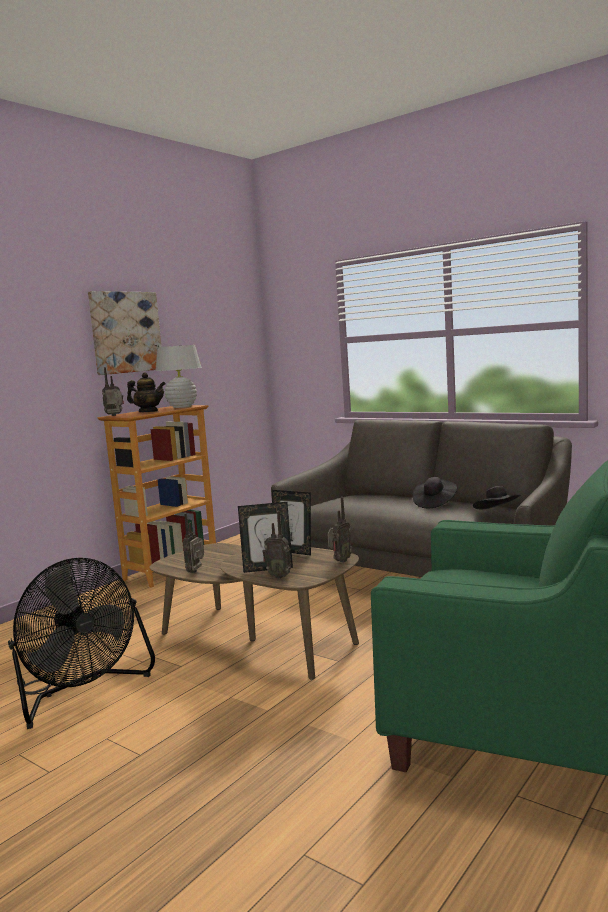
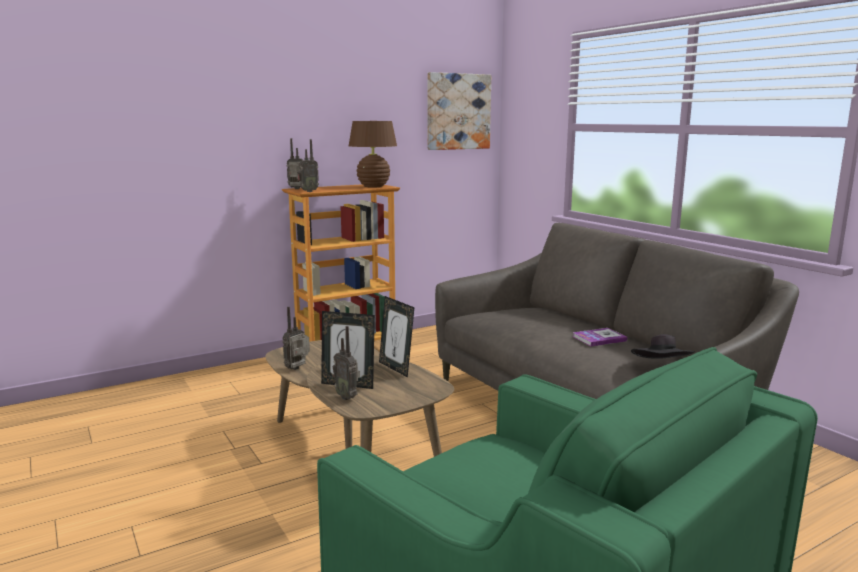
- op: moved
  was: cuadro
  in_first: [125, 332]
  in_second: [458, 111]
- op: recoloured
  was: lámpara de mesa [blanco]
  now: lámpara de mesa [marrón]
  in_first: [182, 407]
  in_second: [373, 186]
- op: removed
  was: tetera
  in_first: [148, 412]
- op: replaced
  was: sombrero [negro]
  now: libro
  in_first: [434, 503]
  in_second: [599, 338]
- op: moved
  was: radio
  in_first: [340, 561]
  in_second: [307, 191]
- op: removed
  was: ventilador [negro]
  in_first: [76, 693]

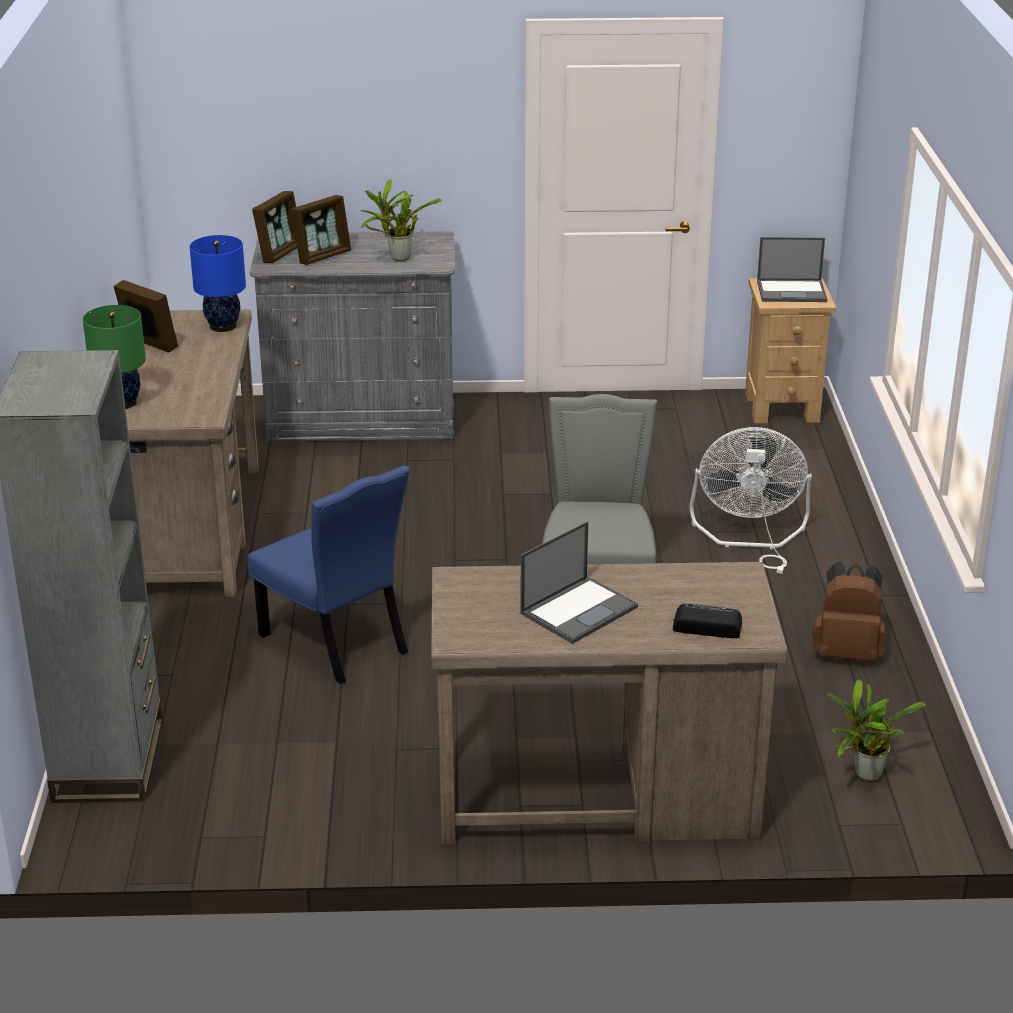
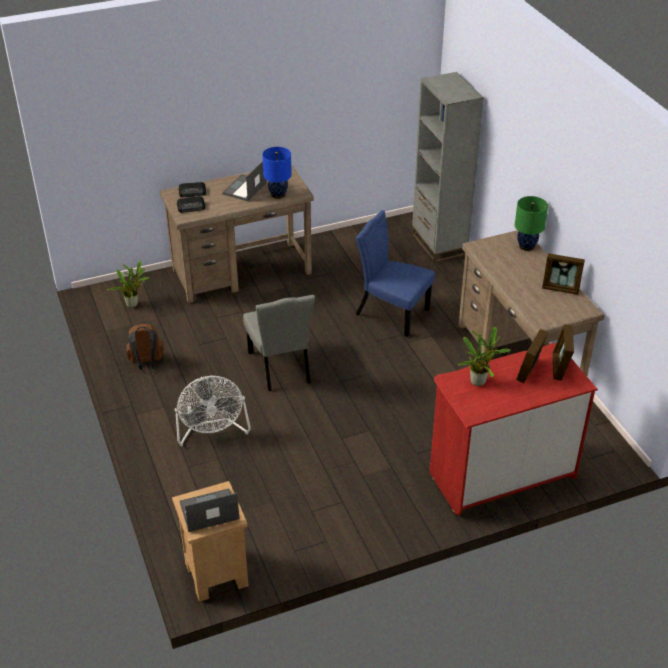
- op: recoloured
  was: cómoda [gris]
  now: cómoda [rojo]
  in_first: [362, 420]
  in_second: [500, 476]
- op: moved
  was: lámpara de mesa [azul]
  in_first: [222, 326]
  in_second: [278, 194]
- op: added
  now: radio
  in_second: [191, 207]

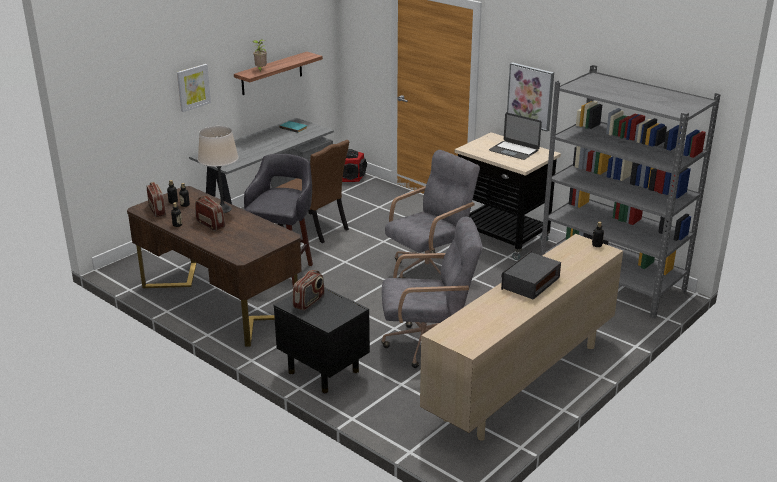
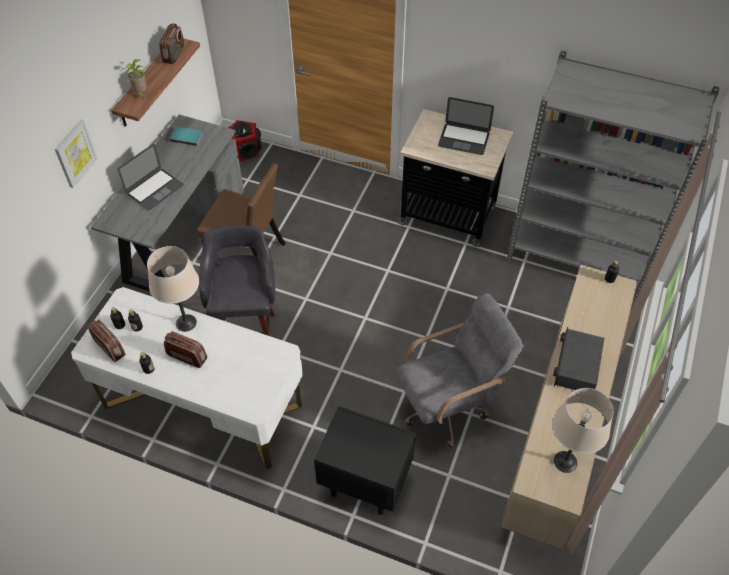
- op: removed
  was: cuadro
  in_first: [530, 96]
- op: removed
  was: silla de oficina [gris]
  in_first: [430, 270]
- op: recoloured
  was: escritorio [marrón]
  now: escritorio [blanco]
  in_first: [219, 301]
  in_second: [203, 405]
- op: moved
  was: radio
  in_first: [309, 302]
  in_second: [174, 54]
- op: added
  now: portátil
  in_second: [154, 189]
- op: added
  now: lámpara de mesa [beis]
  in_second: [565, 461]

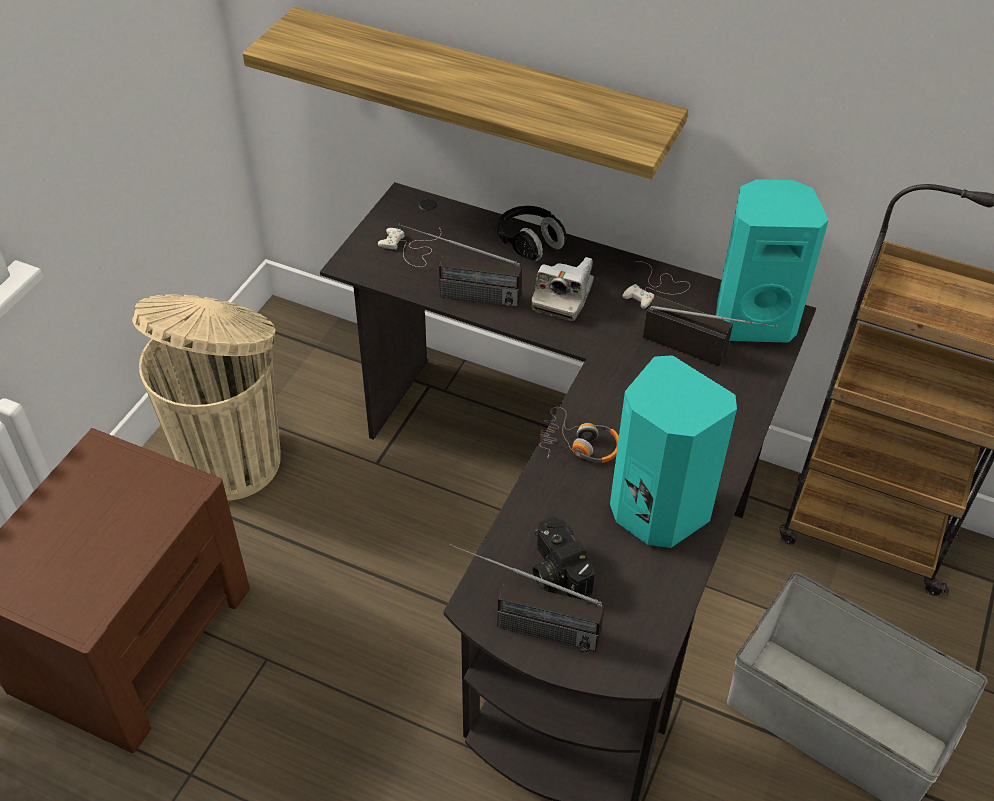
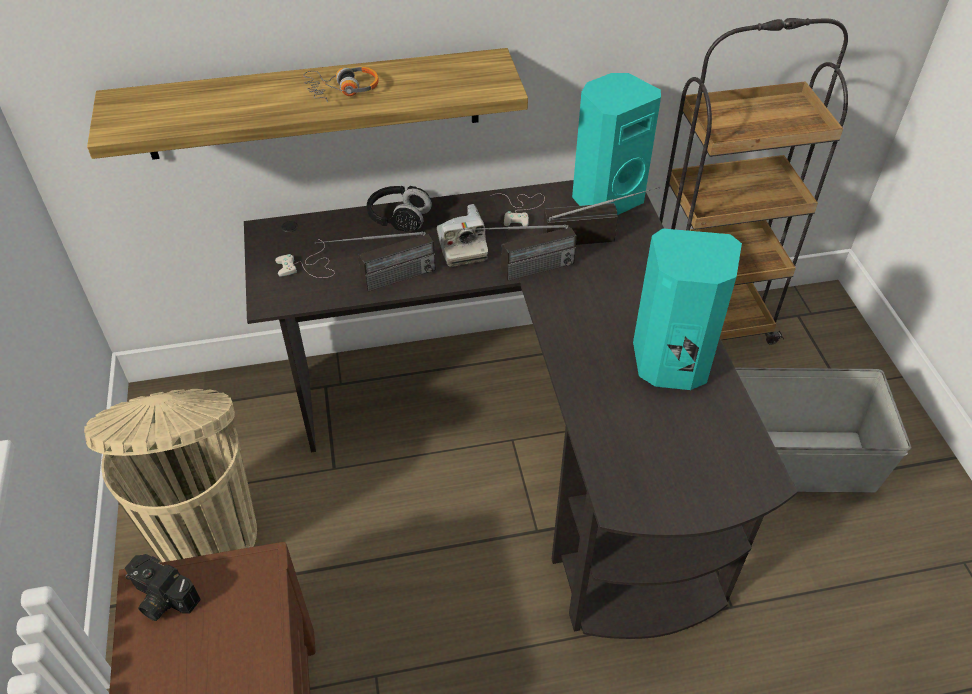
- op: moved
  was: auriculares
  in_first: [579, 445]
  in_second: [343, 90]
- op: moved
  was: cámara
  in_first: [555, 571]
  in_second: [160, 598]
- op: moved
  was: radio
  in_first: [521, 625]
  in_second: [520, 272]

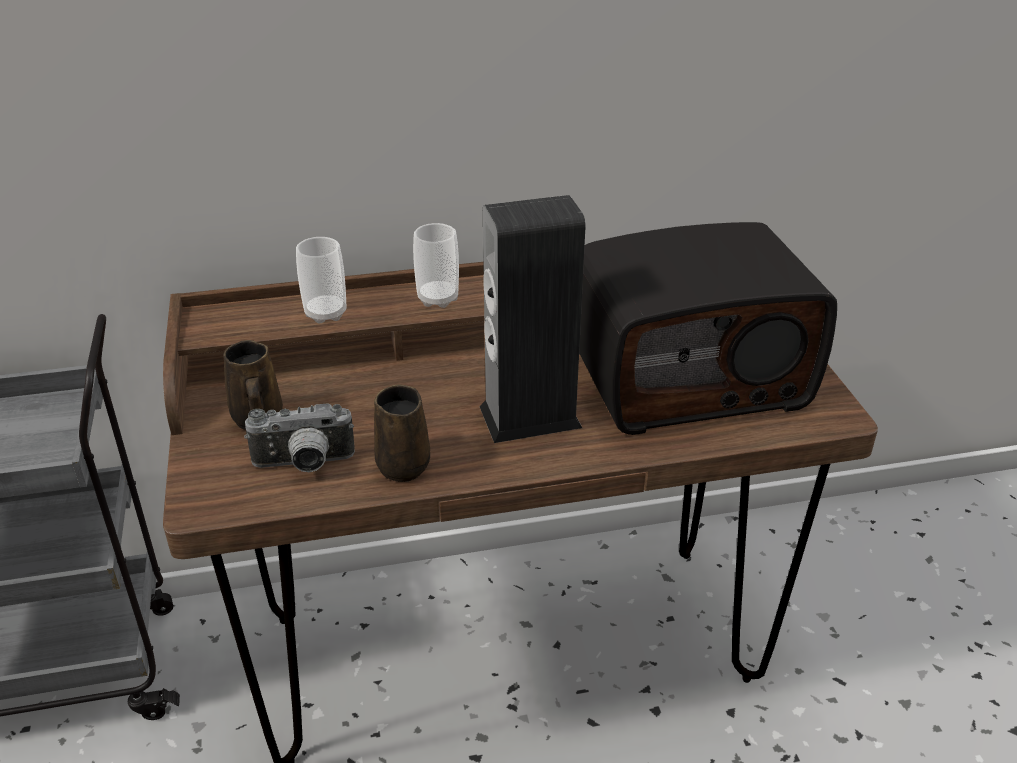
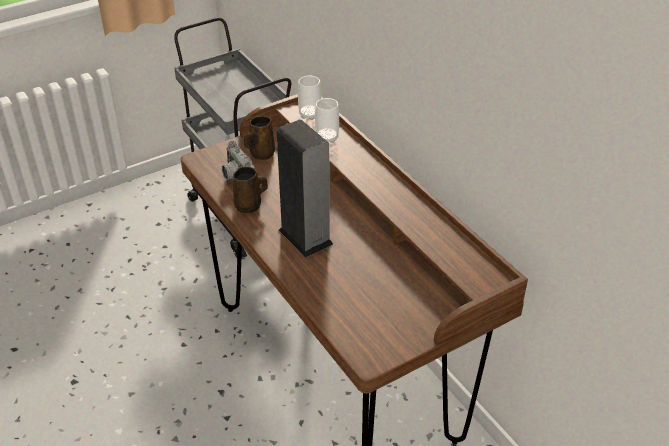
- op: removed
  was: radio
  in_first: [688, 377]
- op: moved
  was: taza
  in_first: [438, 299]
  in_second: [309, 114]

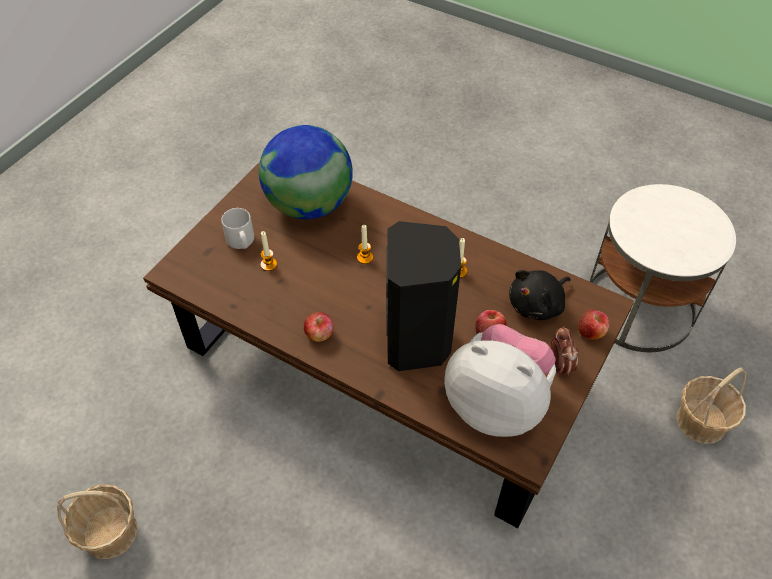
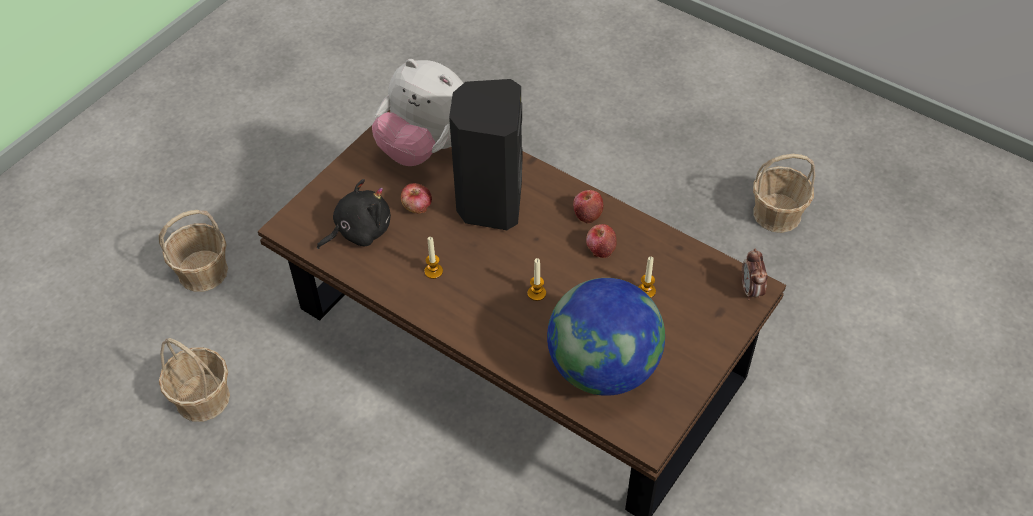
- op: replaced
  was: mesa auxiliar [blanco]
  now: cesta
  in_first: [639, 308]
  in_second: [202, 398]
- op: removed
  was: taza grande [gris]
  in_first: [241, 241]
- op: moved
  was: manzana
  in_first: [591, 332]
  in_second: [600, 249]
- op: moved
  was: despertador
  in_first: [559, 365]
  in_second: [751, 290]

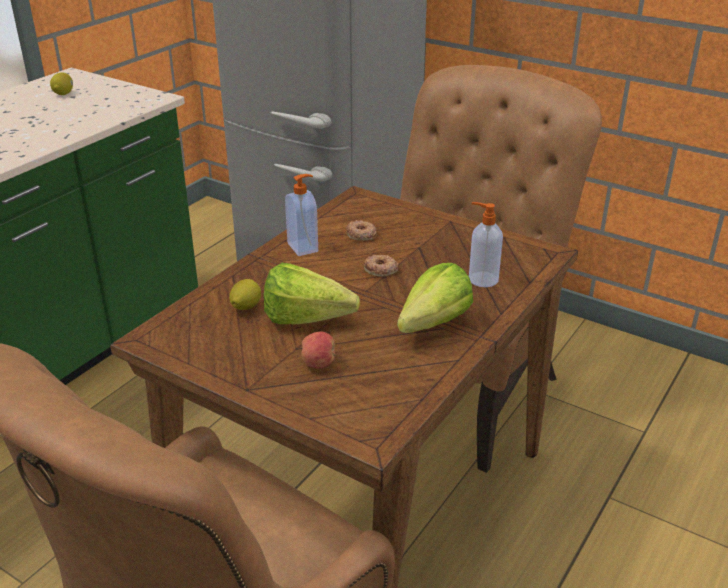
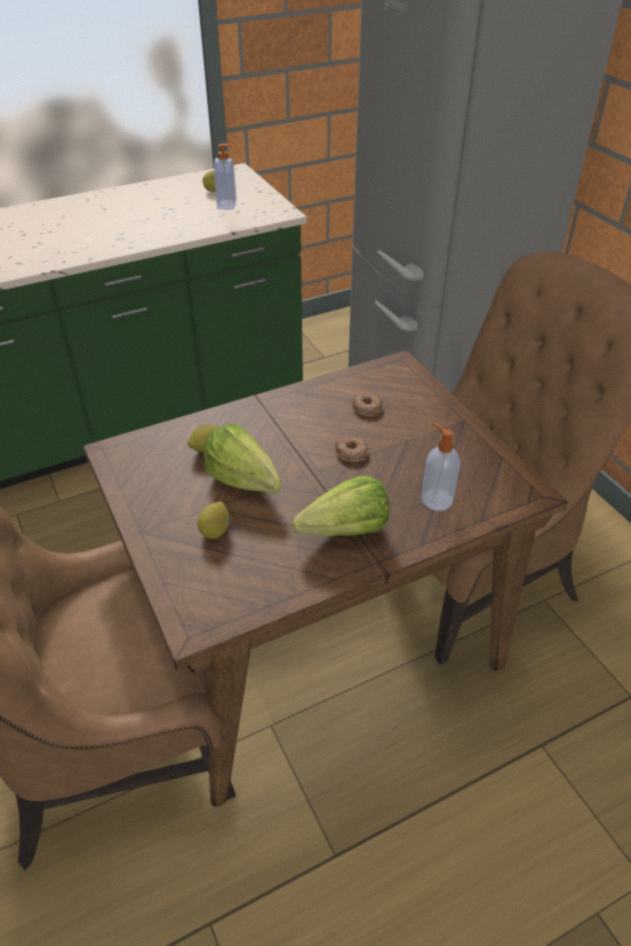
- op: moved
  was: dispensador de jabón
  in_first: [304, 247]
  in_second: [228, 205]
- op: replaced
  was: manzana
  now: limón
  in_first: [319, 363]
  in_second: [215, 531]

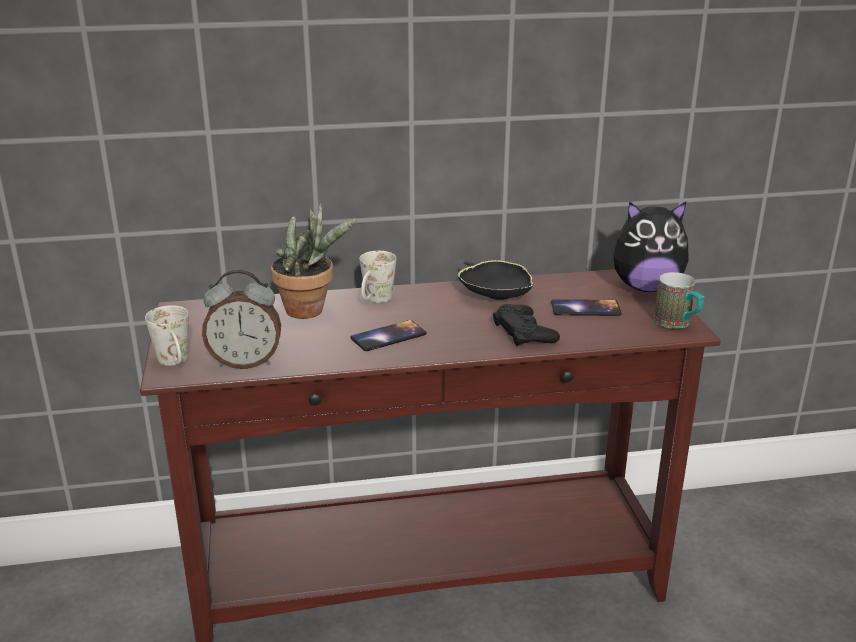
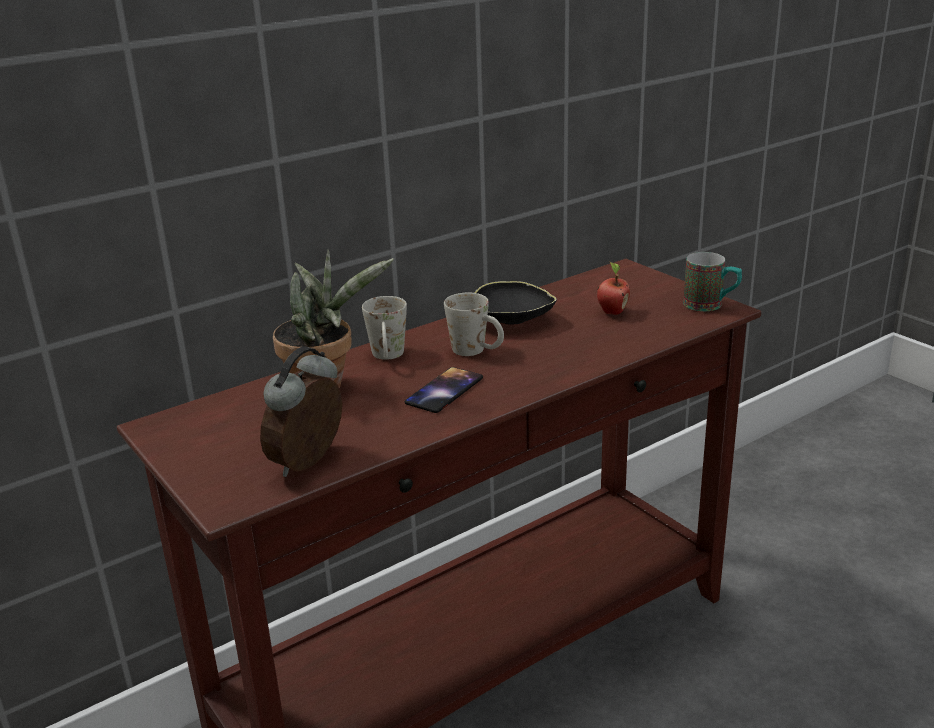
- op: removed
  was: peluche
  in_first: [645, 287]
- op: turned
  was: despertador
  in_first: [245, 362]
  in_second: [310, 464]
  clockwise: 150
- op: replaced
  was: móvil
  now: manzana
  in_first: [585, 308]
  in_second: [612, 312]
- op: removed
  was: mando de consola [negro]
  in_first: [524, 332]
- op: moved
  was: taza grande [blanco]
  in_first: [176, 363]
  in_second: [477, 351]

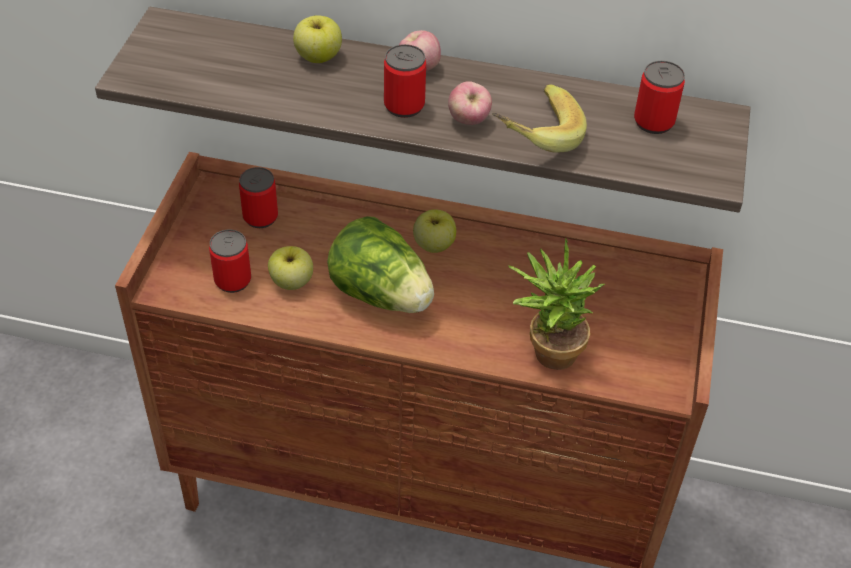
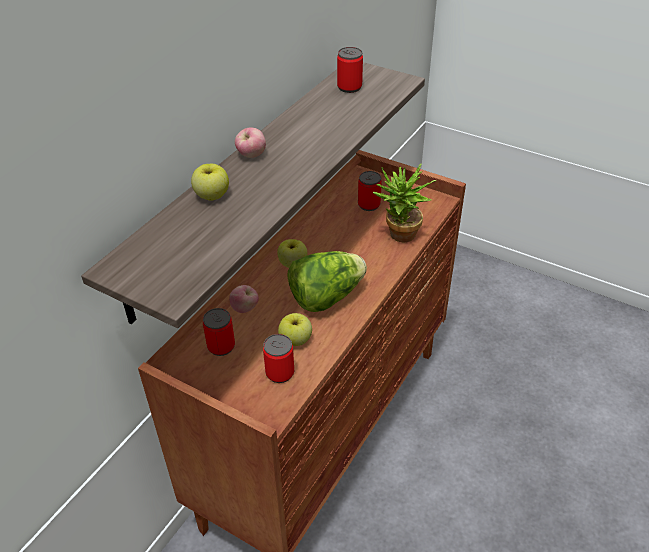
- op: moved
  was: lata
  in_first: [404, 106]
  in_second: [369, 205]
- op: moved
  was: manzana
  in_first: [468, 121]
  in_second: [245, 308]
- op: removed
  was: plátano
  in_first: [532, 136]

